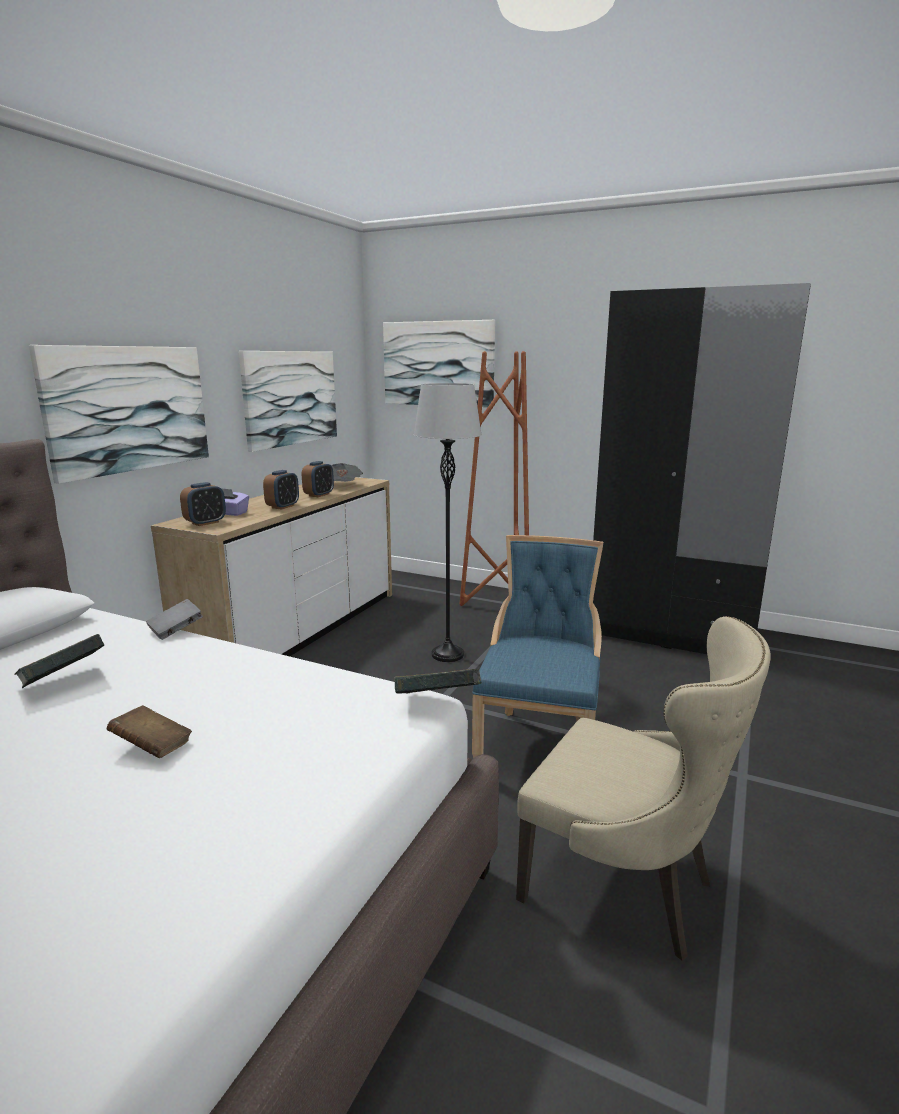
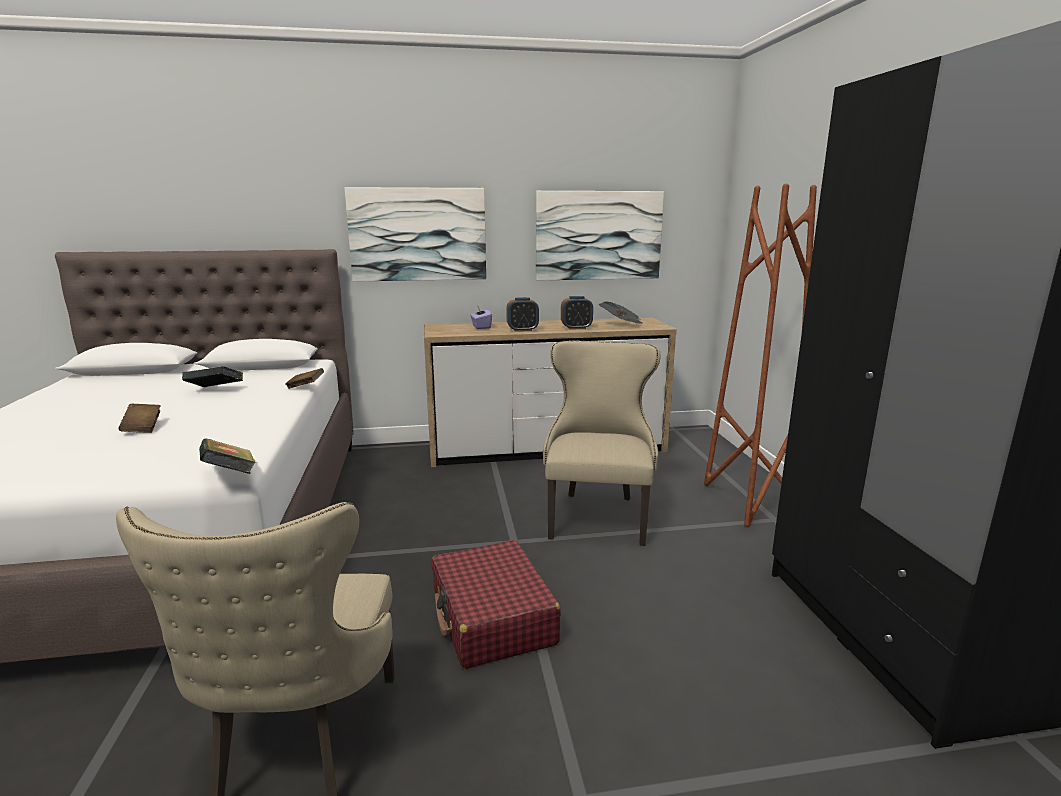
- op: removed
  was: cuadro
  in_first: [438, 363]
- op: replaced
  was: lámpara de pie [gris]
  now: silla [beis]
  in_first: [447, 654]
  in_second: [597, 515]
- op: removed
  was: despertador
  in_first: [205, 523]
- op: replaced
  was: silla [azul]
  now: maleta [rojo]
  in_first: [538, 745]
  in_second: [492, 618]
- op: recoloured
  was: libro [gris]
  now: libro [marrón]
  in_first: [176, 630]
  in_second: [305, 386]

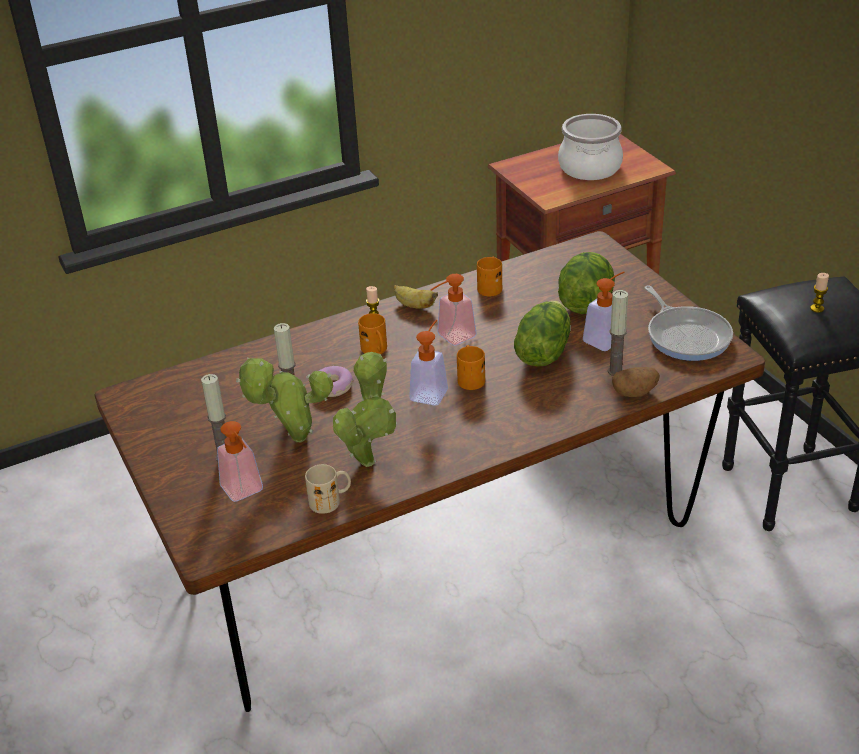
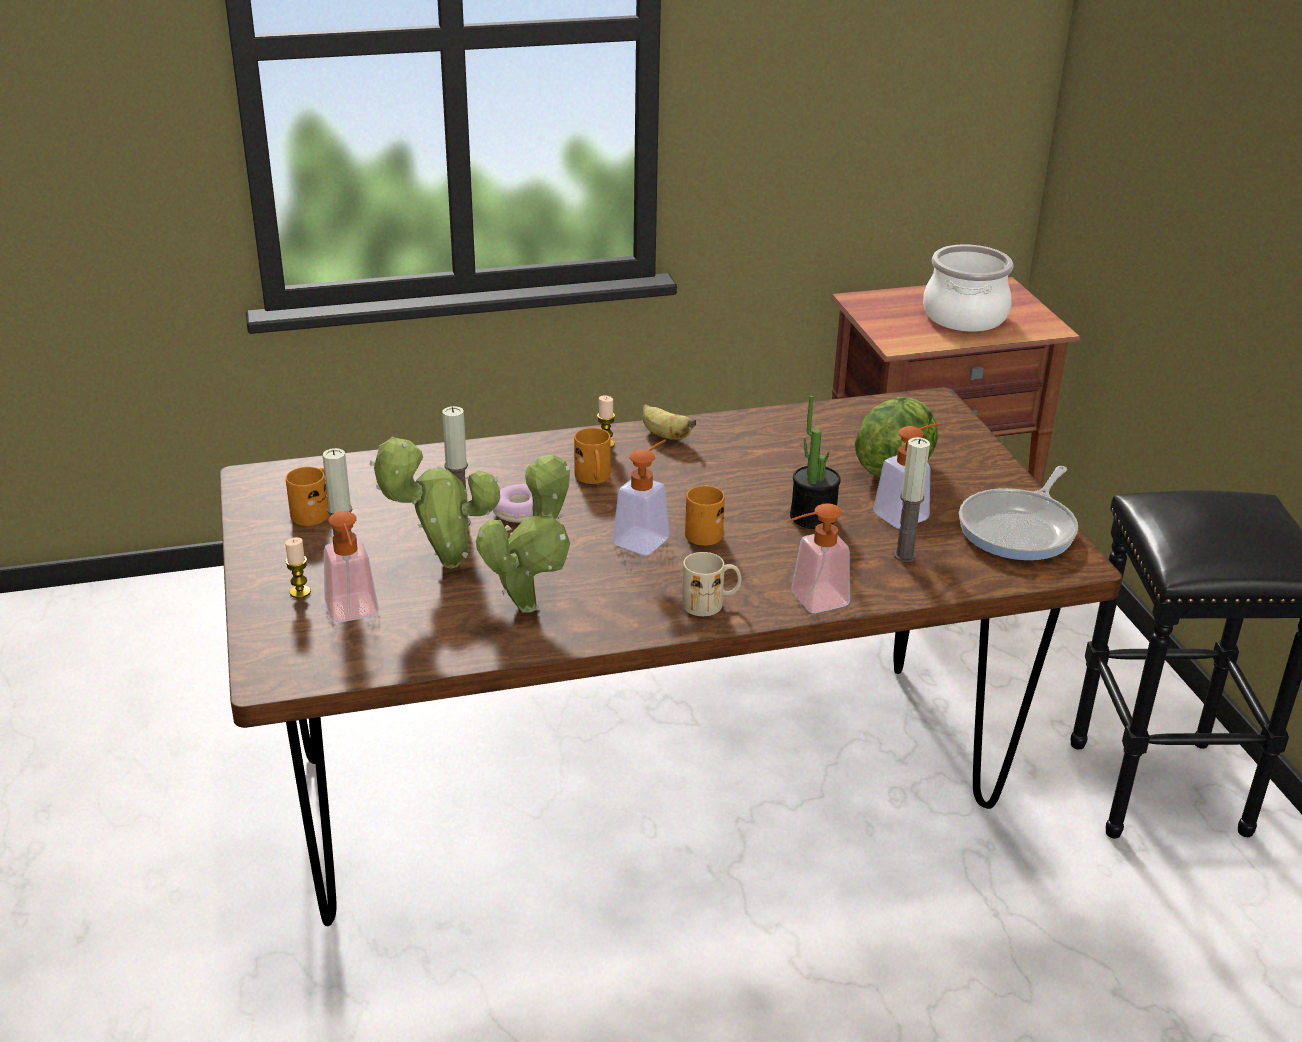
- op: moved
  was: taza grande [naranja]
  in_first: [490, 286]
  in_second: [314, 511]
- op: moved
  was: vela
  in_first: [817, 308]
  in_second: [300, 592]
- op: moved
  was: dispensador de jabón
  in_first: [451, 338]
  in_second: [810, 601]
- op: turned
  was: sartén
  in_first: [686, 336]
  in_second: [1020, 529]
  clockwise: 45
- op: replaced
  was: lechuga
  now: planta en maceta
  in_first: [542, 352]
  in_second: [813, 517]
- op: removed
  was: patata
  in_first: [634, 393]
- op: moved
  was: taza grande [beis]
  in_first: [330, 500]
  in_second: [711, 603]

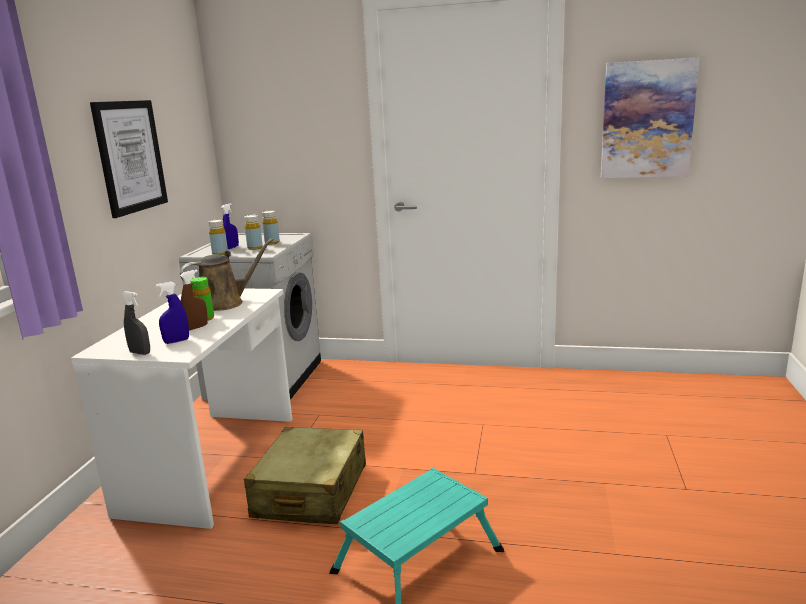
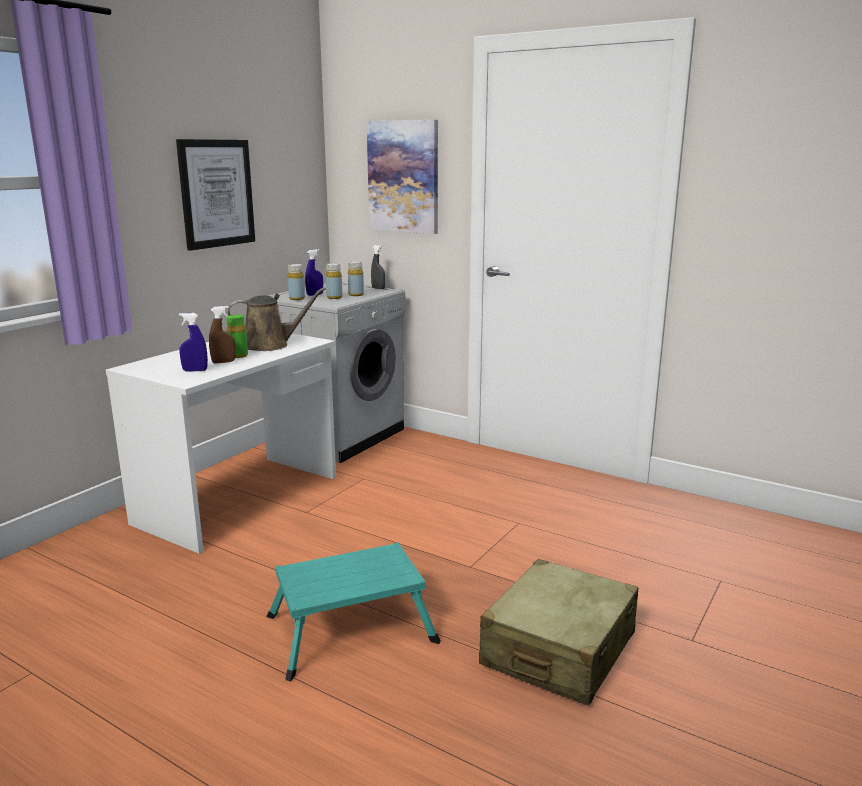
- op: moved
  was: cuadro
  in_first: [647, 120]
  in_second: [403, 177]
- op: moved
  was: pulverizador [gris]
  in_first: [140, 353]
  in_second: [378, 288]
- op: moved
  was: maleta [beis]
  in_first: [311, 491]
  in_second: [558, 650]

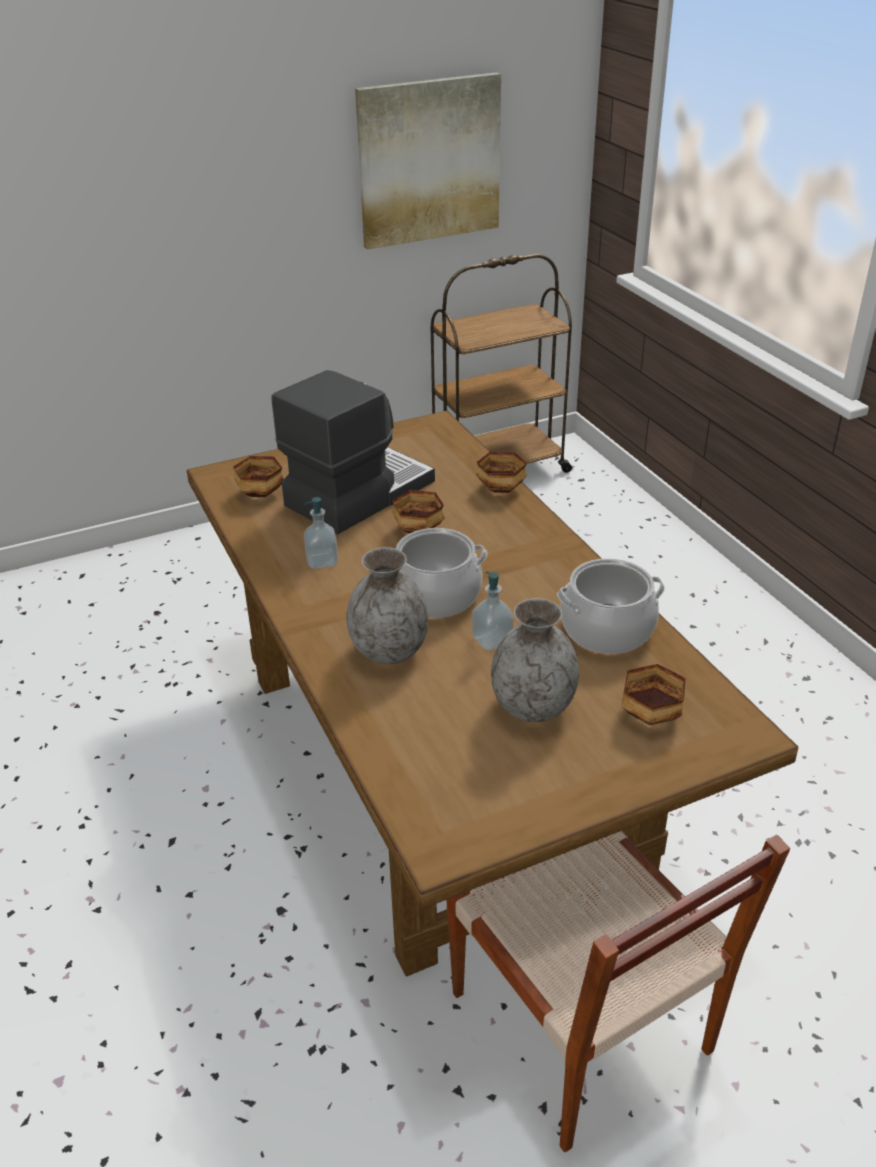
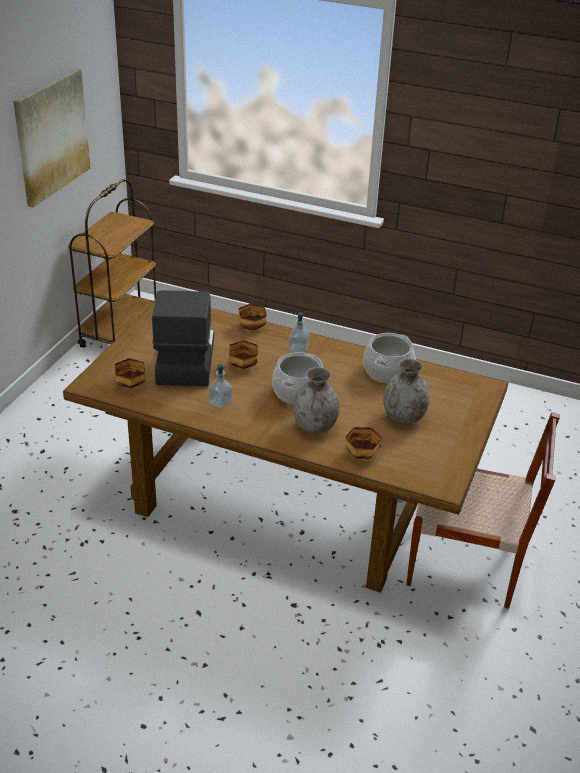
- op: moved
  was: dispensador de jabón
  in_first: [492, 640]
  in_second: [298, 349]
- op: moved
  was: cuenco
  in_first: [652, 715]
  in_second: [362, 454]

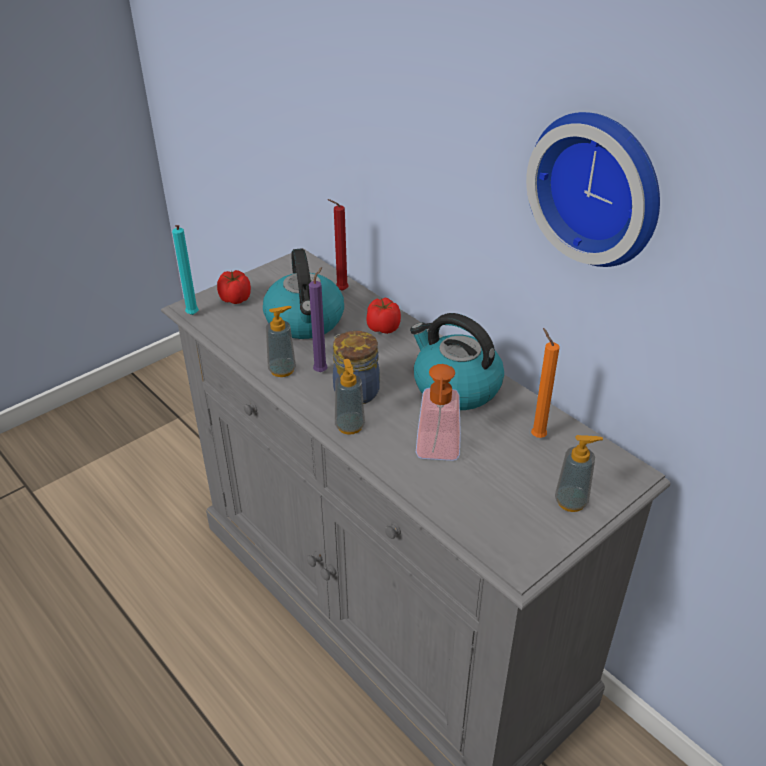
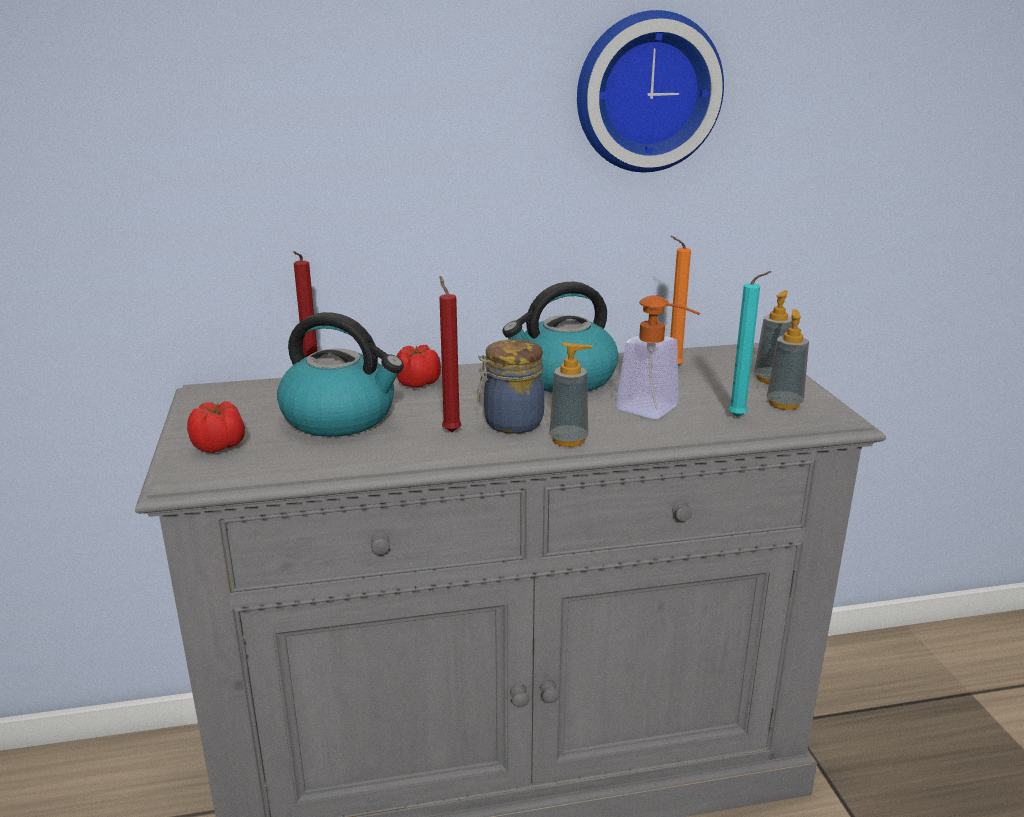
- op: moved
  was: vela [turquesa]
  in_first: [192, 316]
  in_second: [740, 417]
- op: recoloured
  was: vela [morado]
  now: vela [rojo]
  in_first: [322, 371]
  in_second: [450, 431]
- op: moved
  was: dispensador de jabón
  in_first: [282, 370]
  in_second: [784, 403]

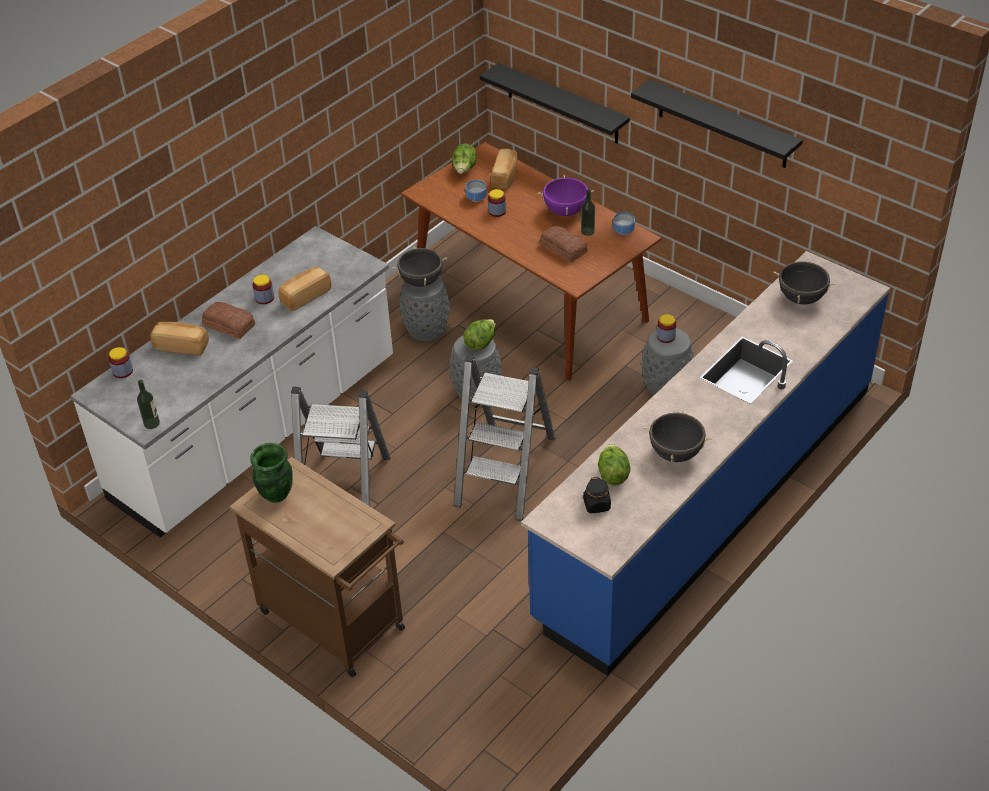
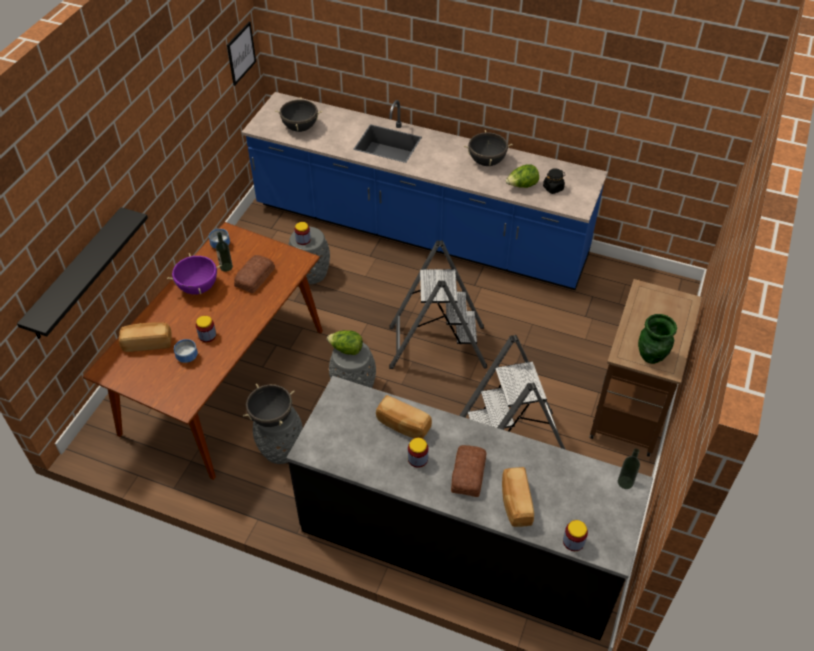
- op: removed
  was: estante [negro]
  in_first: [722, 124]
- op: removed
  was: lechuga
  in_first: [464, 170]
- op: recoloured
  was: mueble bajo de cocina [blanco]
  now: mueble bajo de cocina [negro]
  in_first: [257, 430]
  in_second: [461, 541]
- op: added
  now: cuadro
  in_second: [241, 53]

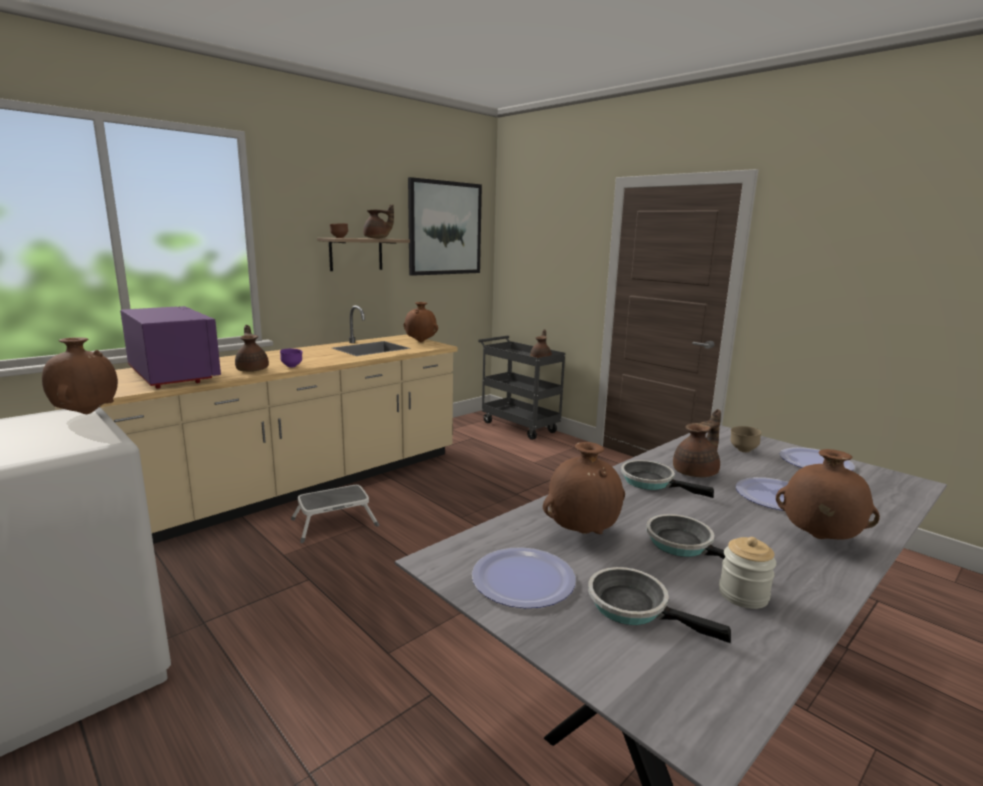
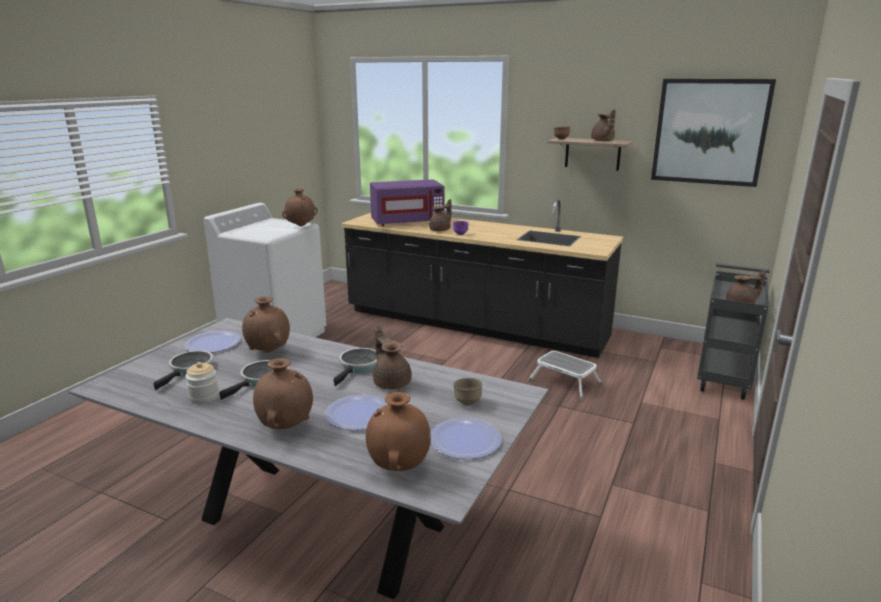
- op: moved
  was: florero [marrón]
  in_first: [421, 342]
  in_second: [399, 467]
- op: recoloured
  was: mueble bajo de cocina [beis]
  now: mueble bajo de cocina [negro]
  in_first: [293, 487]
  in_second: [474, 324]
- op: turned
  was: microondas [morado]
  in_first: [172, 375]
  in_second: [407, 222]
  clockwise: 45
- op: turned
  was: tetera [marrón]
  in_first: [696, 472]
  in_second: [391, 382]
  clockwise: -150
- op: moved
  was: escalera de tijera [gris]
  in_first: [334, 523]
  in_second: [564, 383]

